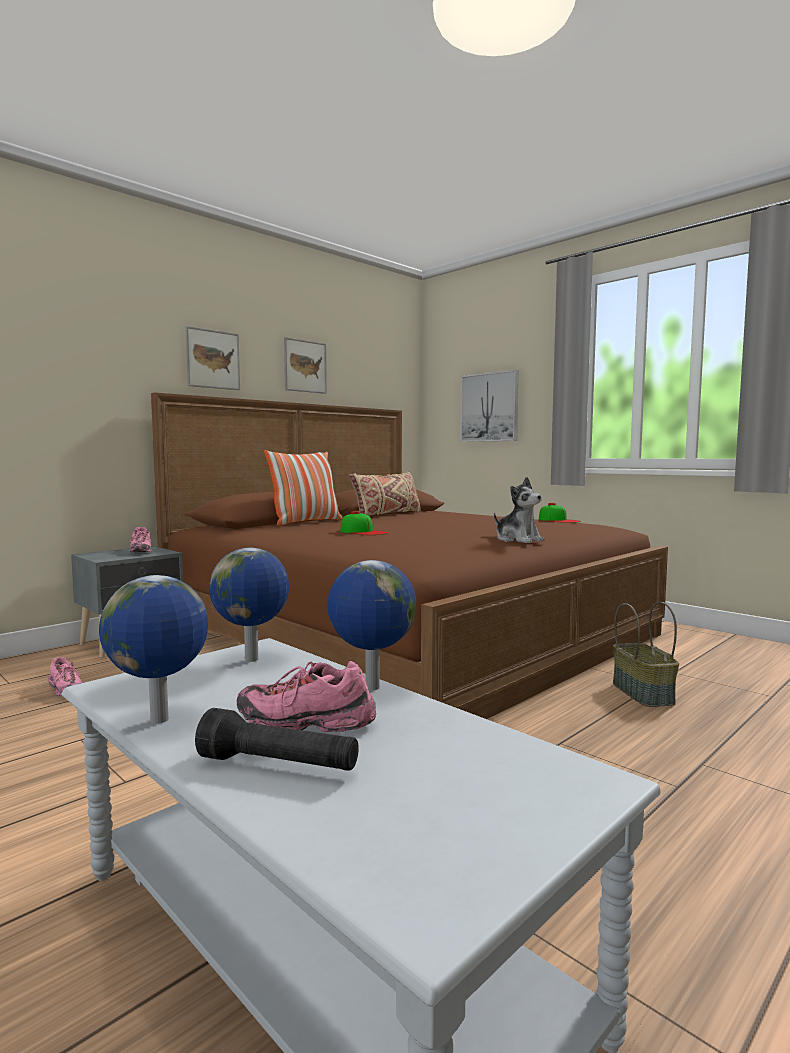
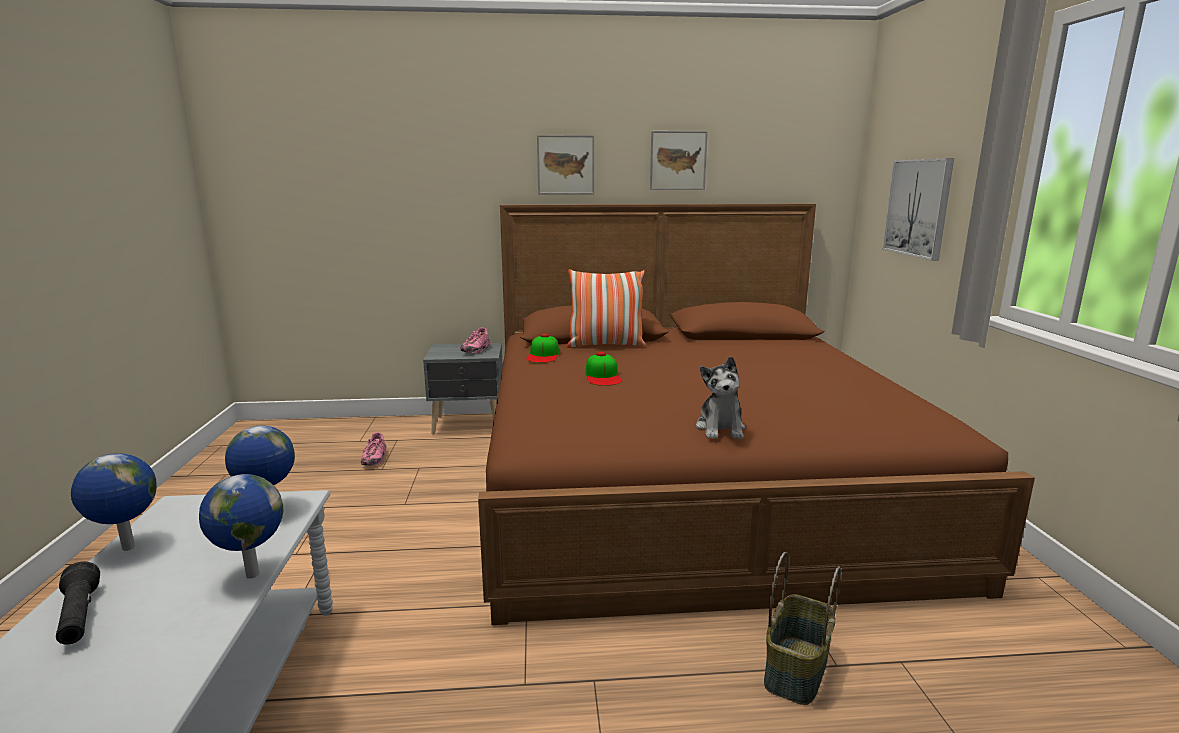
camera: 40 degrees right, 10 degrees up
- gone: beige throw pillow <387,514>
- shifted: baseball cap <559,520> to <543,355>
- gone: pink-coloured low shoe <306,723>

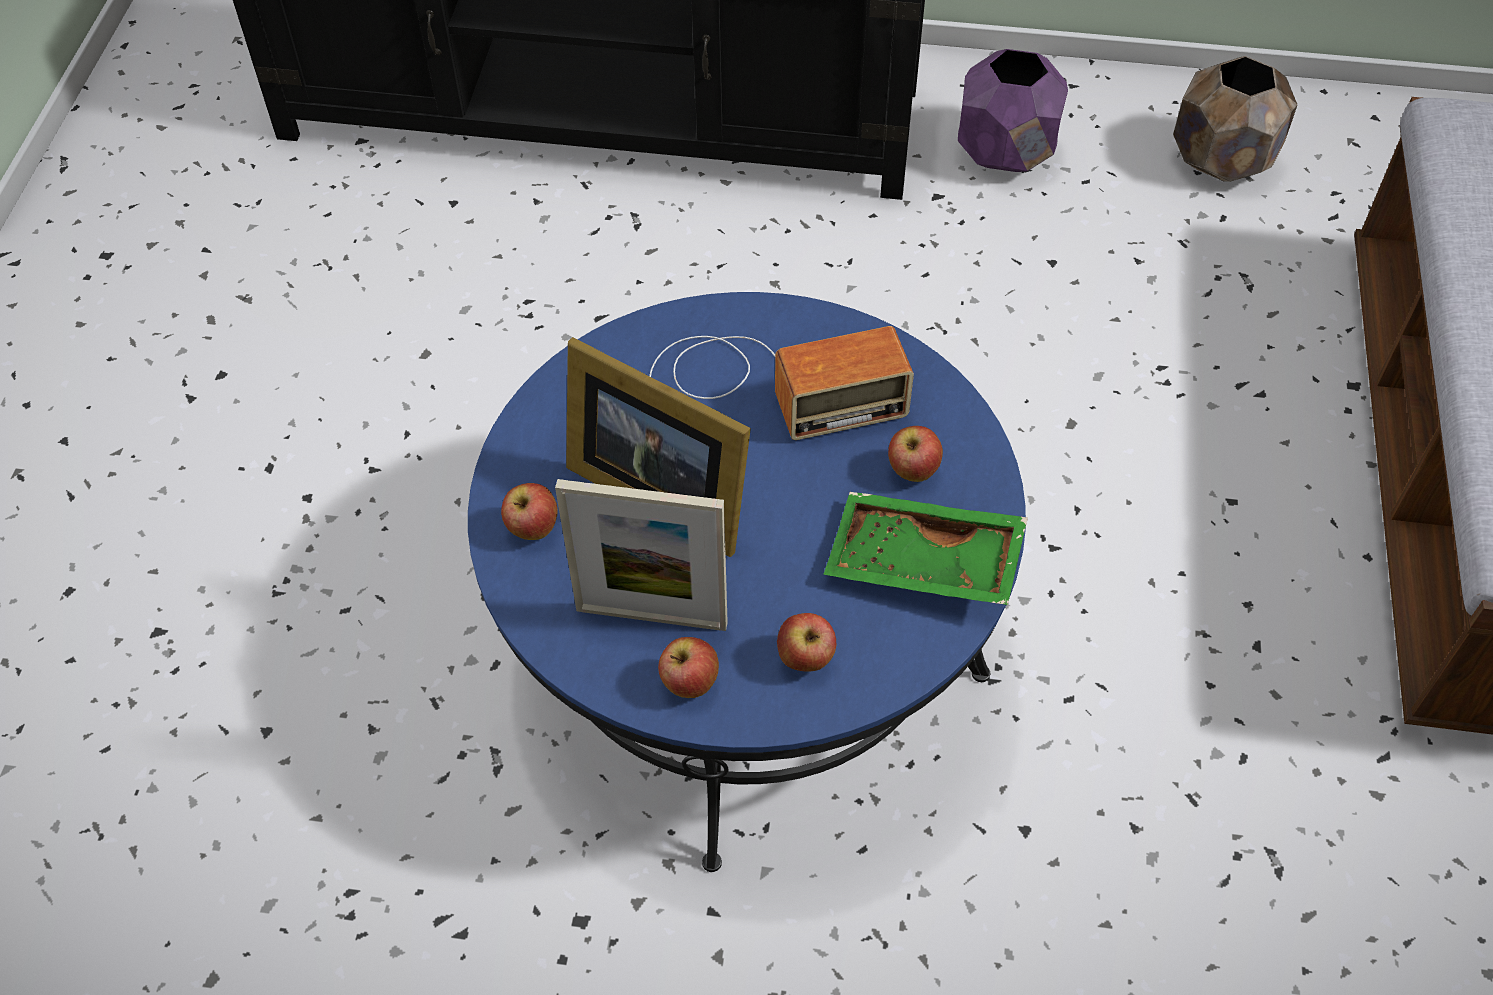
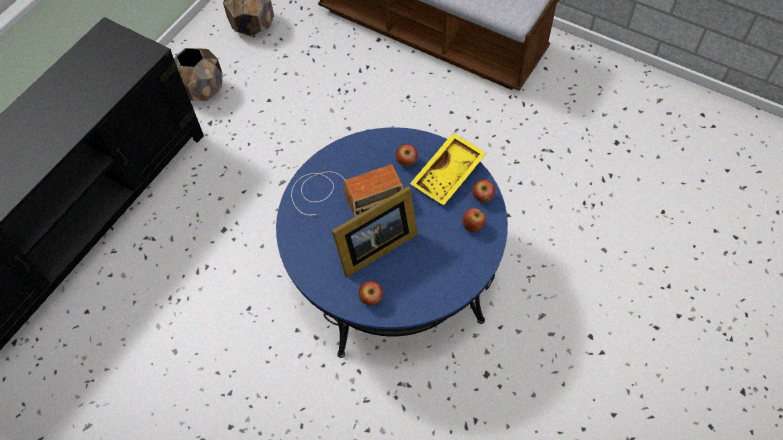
camera: 65 degrees left, 5 degrees up
- repainted: purple-coloured planter <1006,152> to brown planter <202,90>
- rotated: radio <767,387> = <342,193> 60 degrees clockwise
- gone: photo frame <651,617>
- repainted: greenish serving tray <922,565> to yellowish serving tray <449,175>
- shifted: whole apple <689,683> to <482,197>

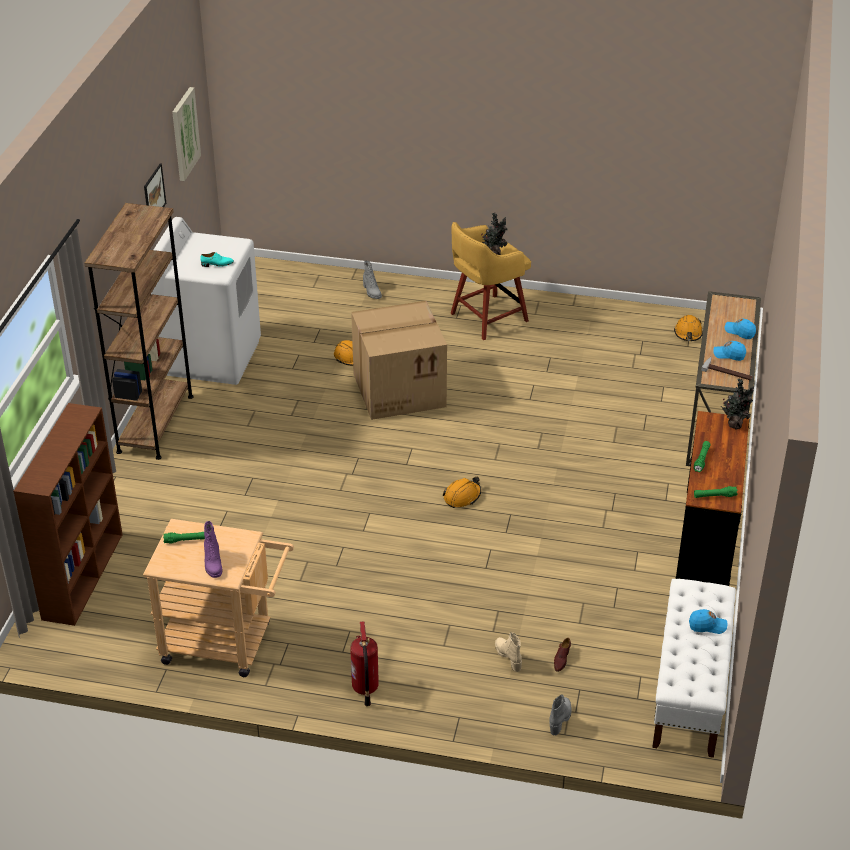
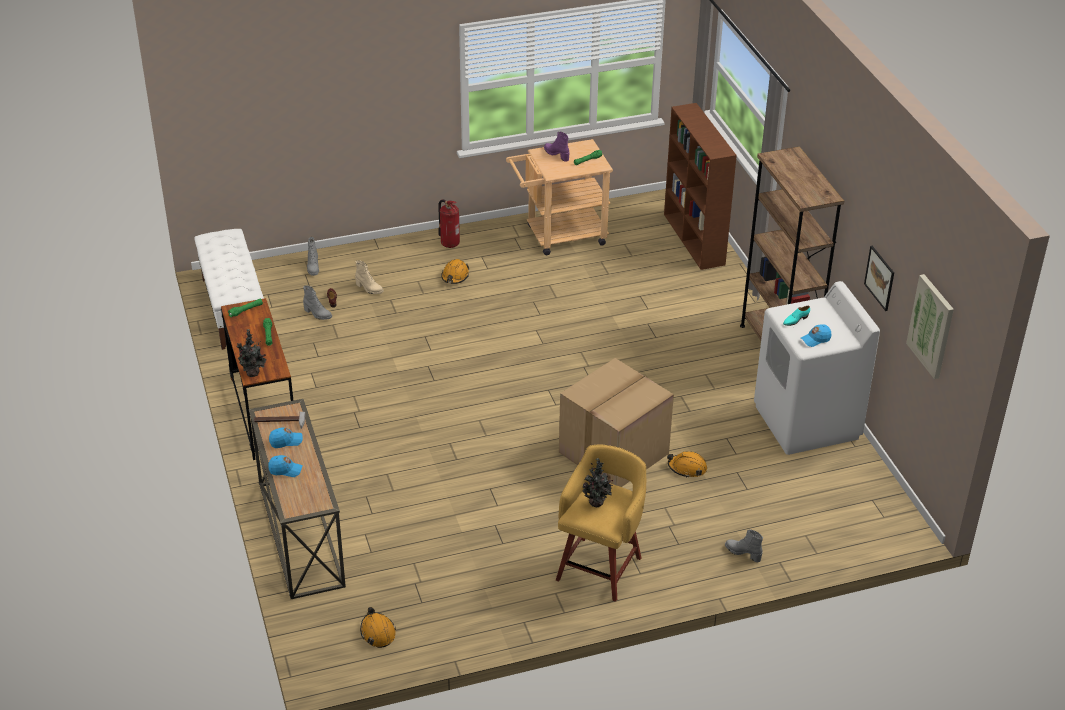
camera: 150 degrees right, 0 degrees up
- shifted: orangey work helmet <462,496> to <455,276>
- shifted: bluish baseball cap <707,625> to <815,339>
- new: grey tall boot <317,314>

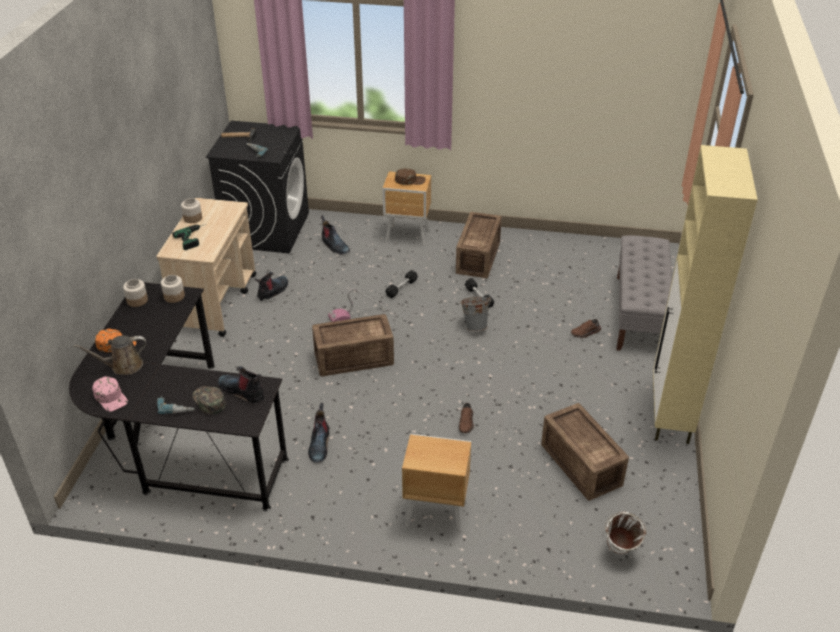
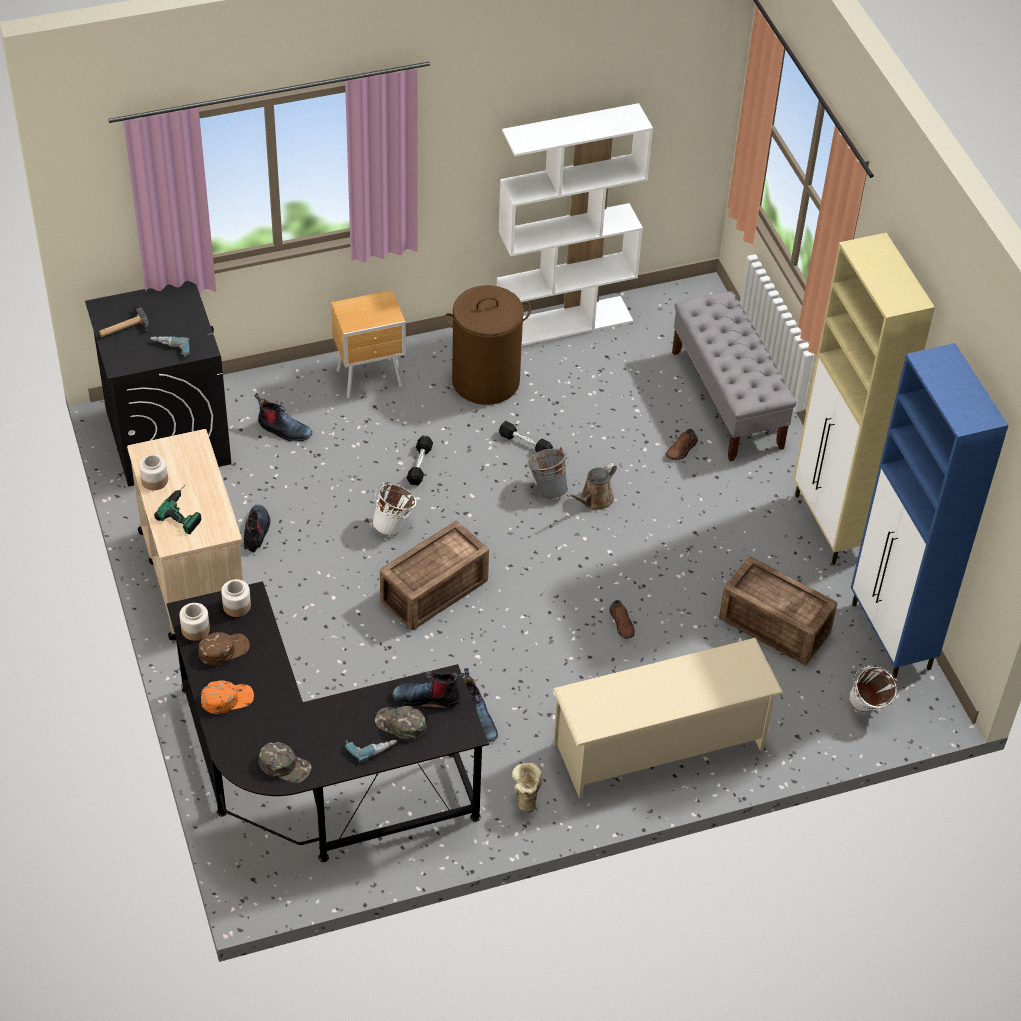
camera: 30 degrees left, 10 degrees up
- shifted: brown baseball cap <410,180> to <223,649>
- swapped: crate <479,257> to brown washing basket <486,381>
- swapped: vacuum <358,315> to whitish bucket <394,526>
- shifted: brown sprinkling can <123,366> to <594,500>
- repainted: pink-coloured baseball cap <111,397> to greenish baseball cap <285,765>
- swapped: brown bedside table <434,514> to beige shoe shelf <659,746>
- new: whitish shelving unit <564,322>
- new: bluish cabinet <891,637>
- new: tall boot <526,793>

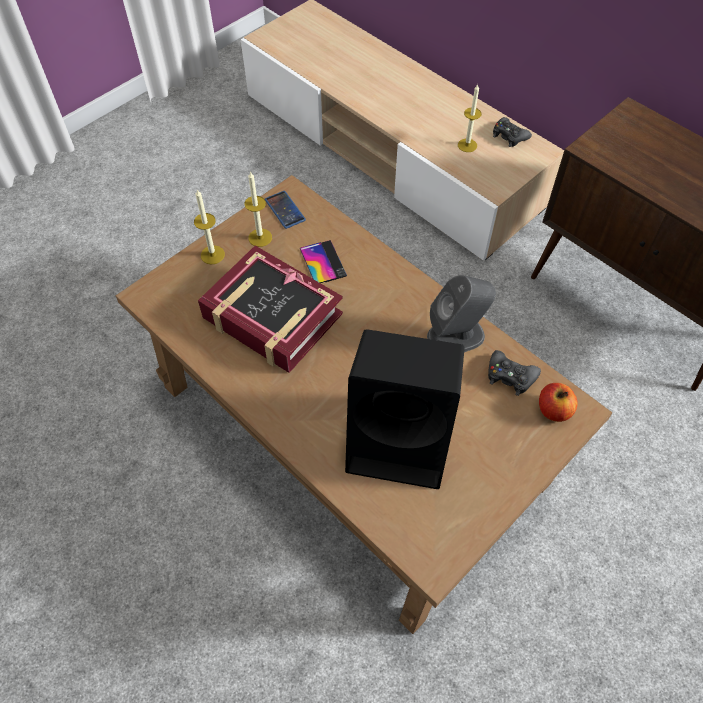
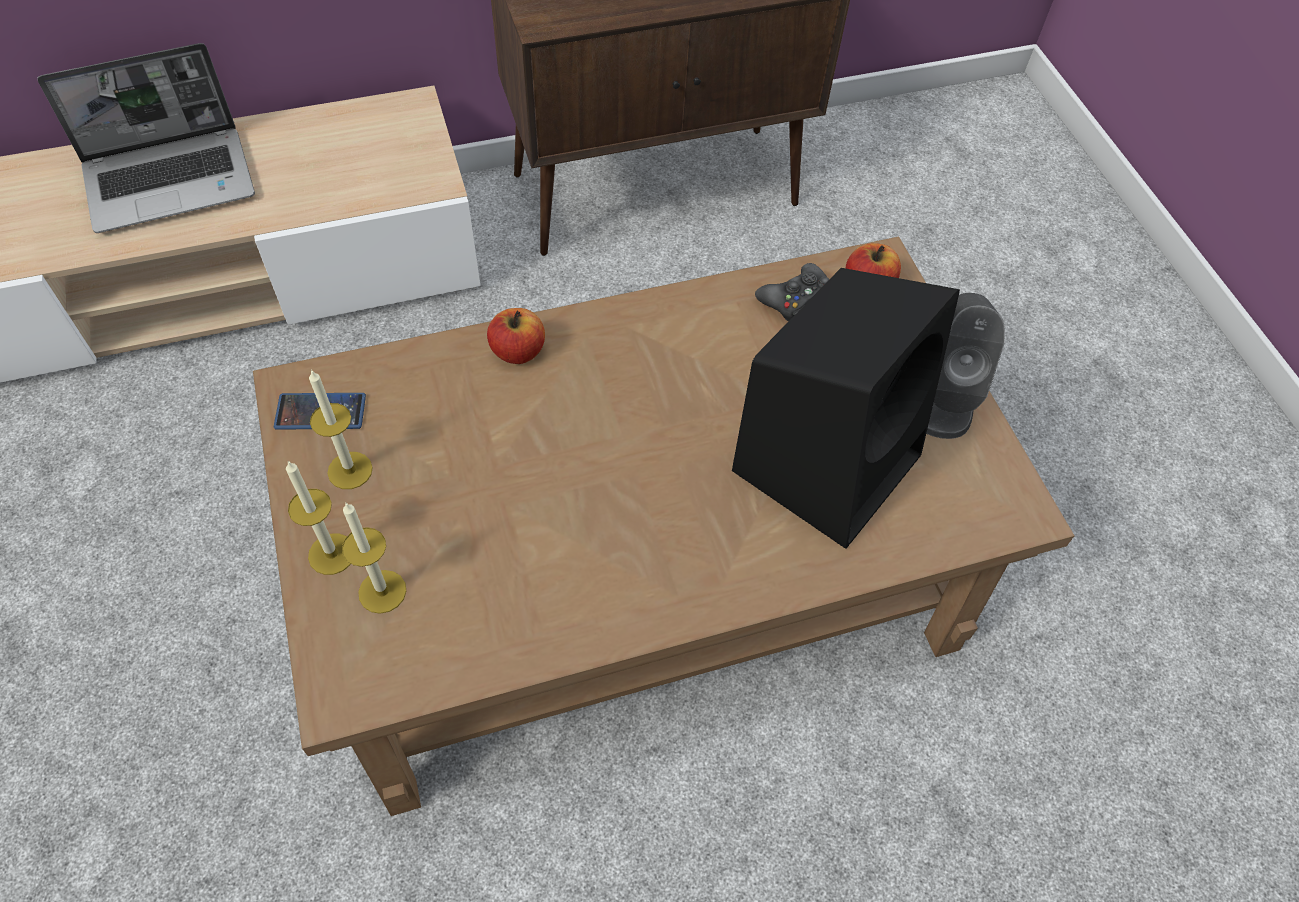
camera: 65 degrees left, 0 degrees up
- shifted: wax candle <467,145> to <382,591>
- gone: black game controller <509,136>
- gone: handset <323,262>
- gone: volume <271,317>
- shifted: grey speaker <456,336> to <941,399>
- new: portable computer <172,180>
- new: whole apple <518,351>

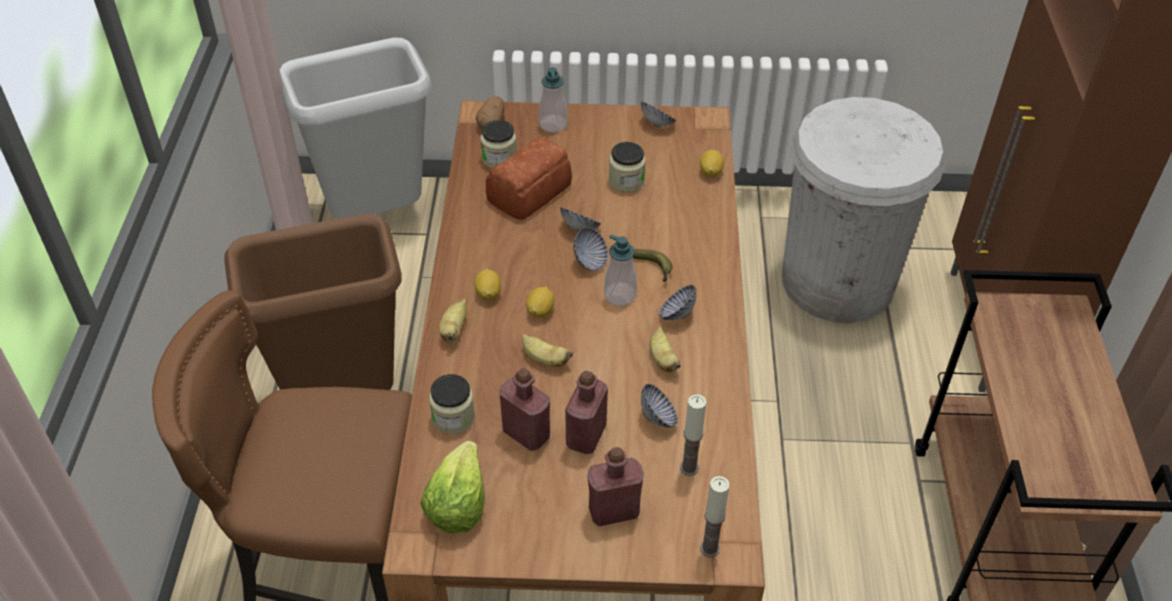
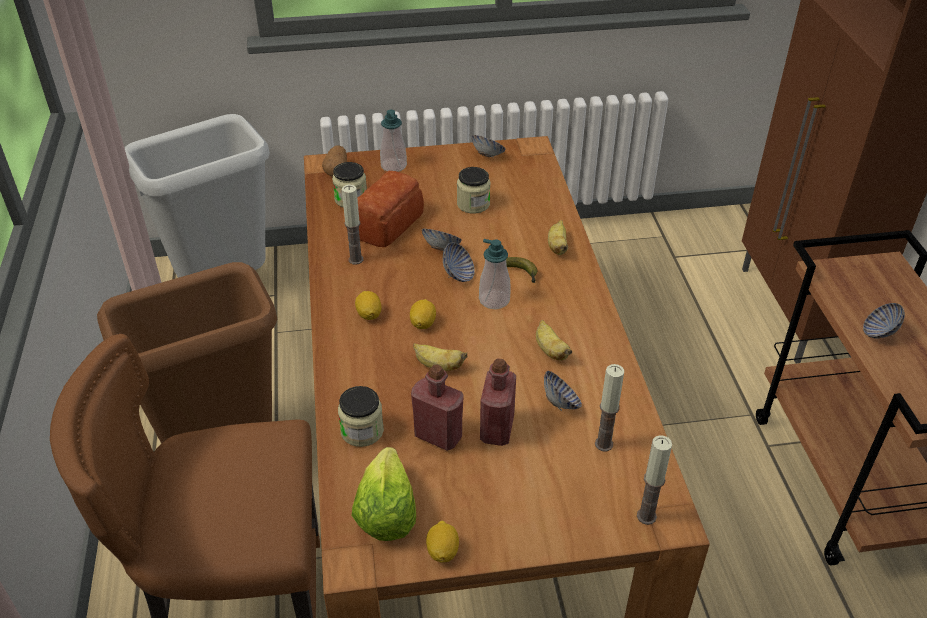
camera: 10 degrees left, 5 degrees down
- gone: whitish rubbish bin <838,281>
- shifted: lemon <710,172> to <442,551>
- shifted: serving bowl <677,314> to <879,332>
- shifted: banana <454,329> to <557,247>
- gone: red drink bottle <614,511>
- new: wax candle <356,259>

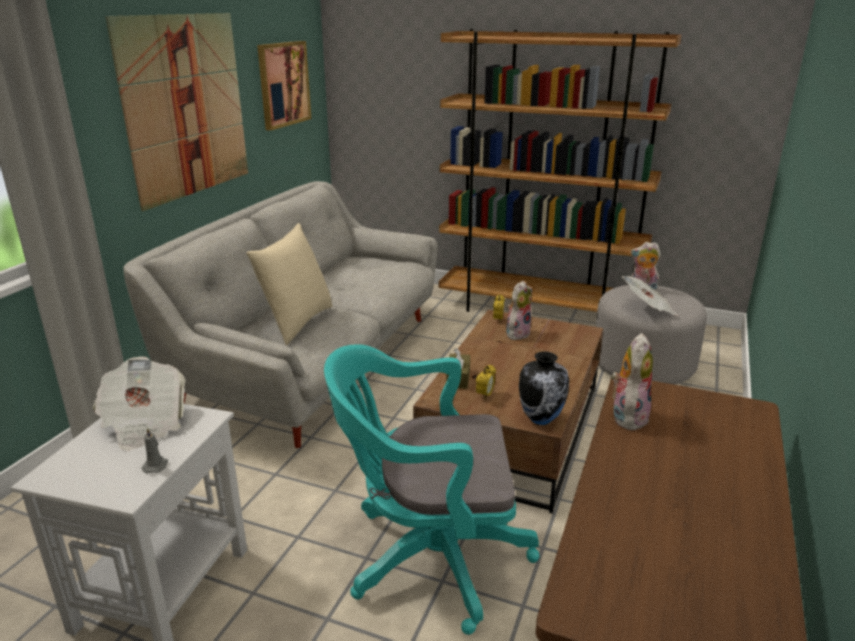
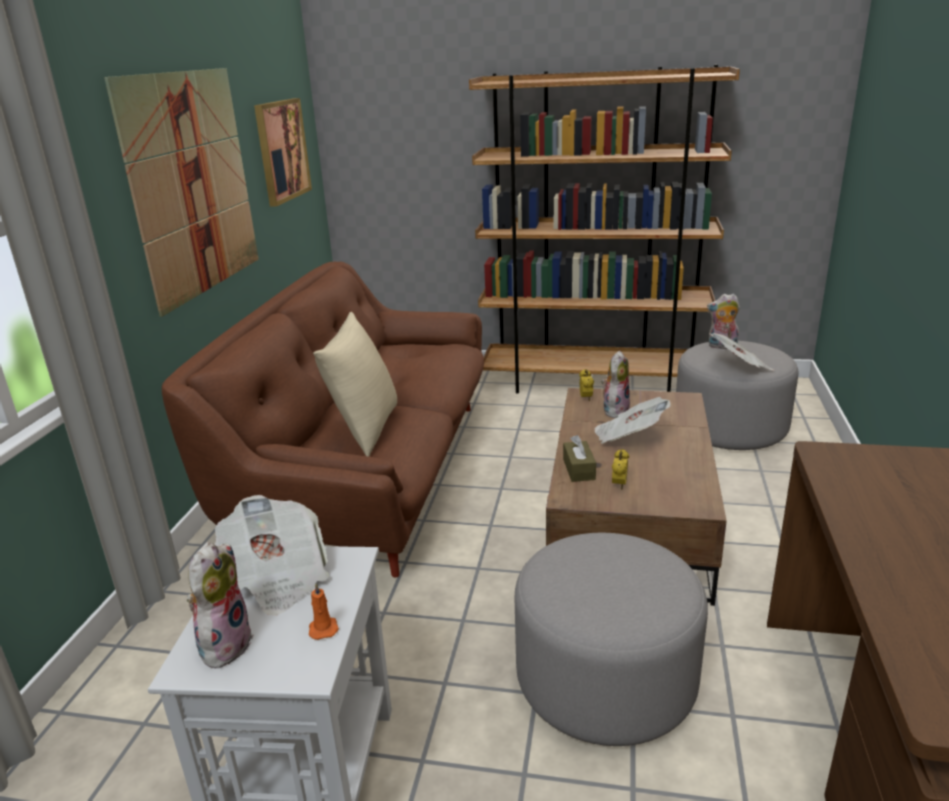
camera: 10 degrees left, 0 degrees up
- repainted: grey settee <315,362> to brown settee <370,473>
- shifted: cuddly toy <627,416> to <224,644>
- swapped: turquoise computer chair <428,557> to grey footrest <605,680>
- gone: flower vase <541,419>
- repainted: grey wax candle <156,465> to orangey wax candle <323,628>
- new: newspaper <628,437>

